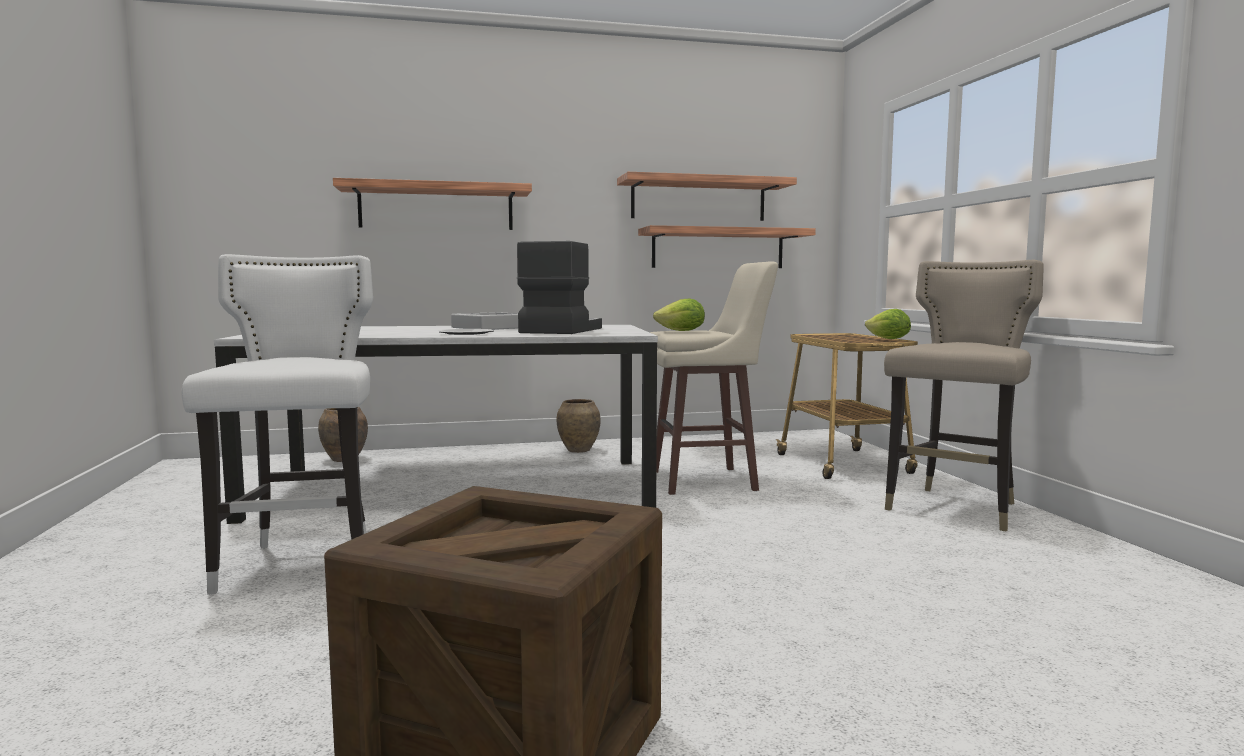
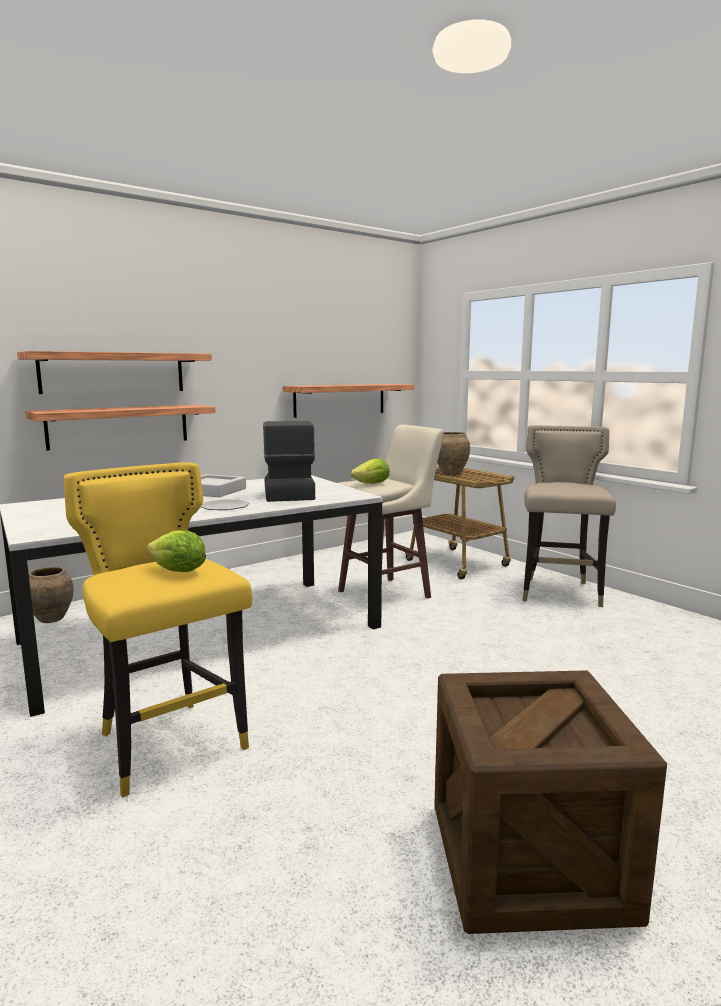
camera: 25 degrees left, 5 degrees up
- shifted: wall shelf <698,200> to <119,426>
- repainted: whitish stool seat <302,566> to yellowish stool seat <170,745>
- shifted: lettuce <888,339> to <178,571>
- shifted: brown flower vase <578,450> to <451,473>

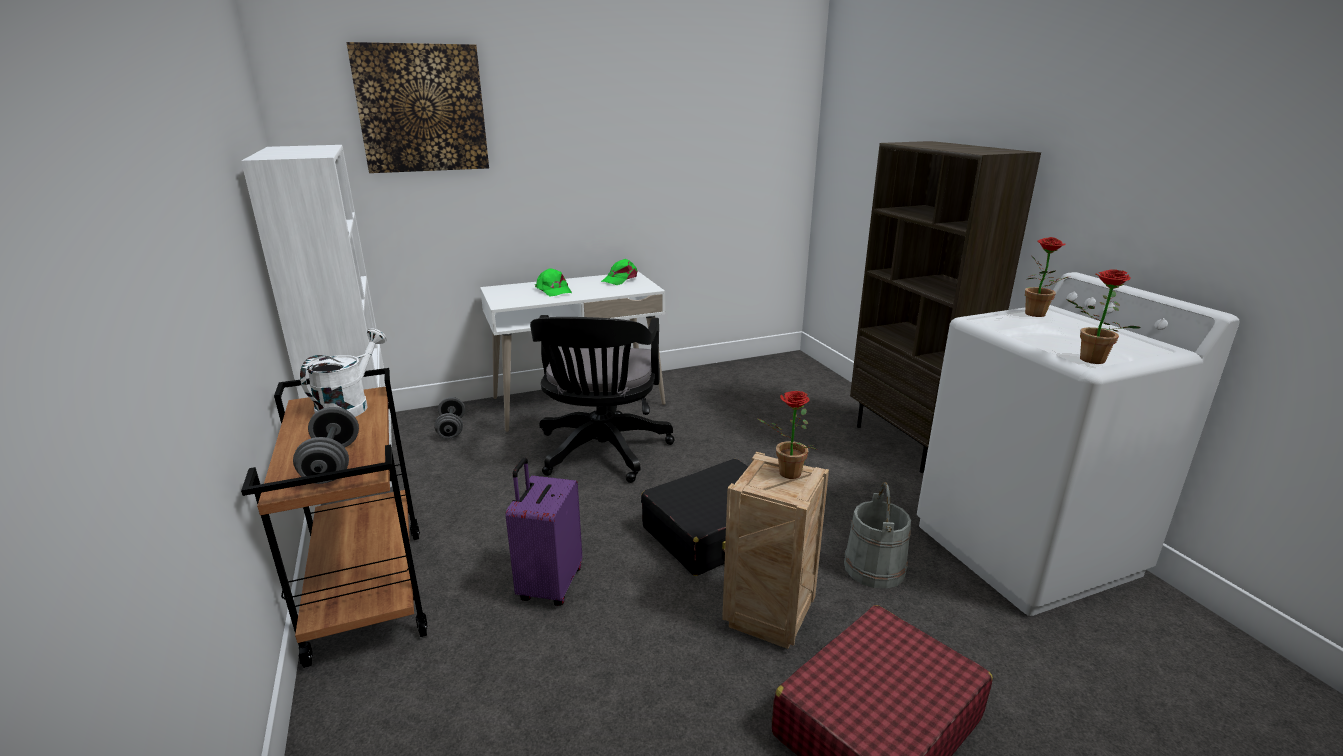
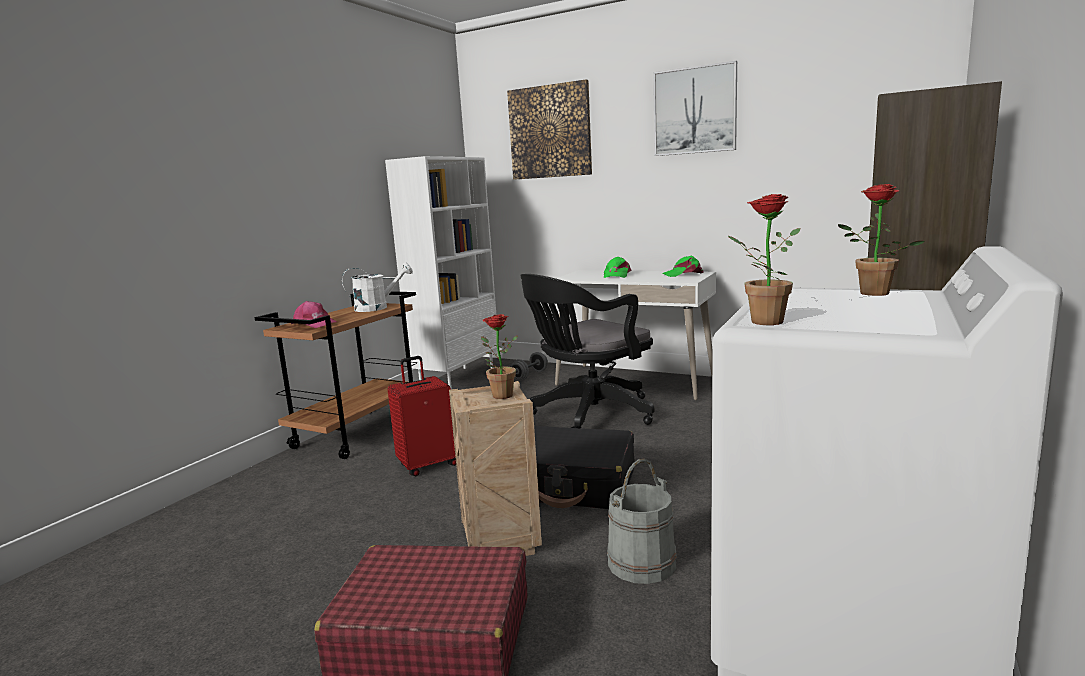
camera: 50 degrees right, 10 degrees down
- swapped: grey dumbbell <332,464> to pink-coloured baseball cap <315,324>
- repainted: purple-coloured suitcase <549,585> to red suitcase <427,465>
- new: picture <695,110>

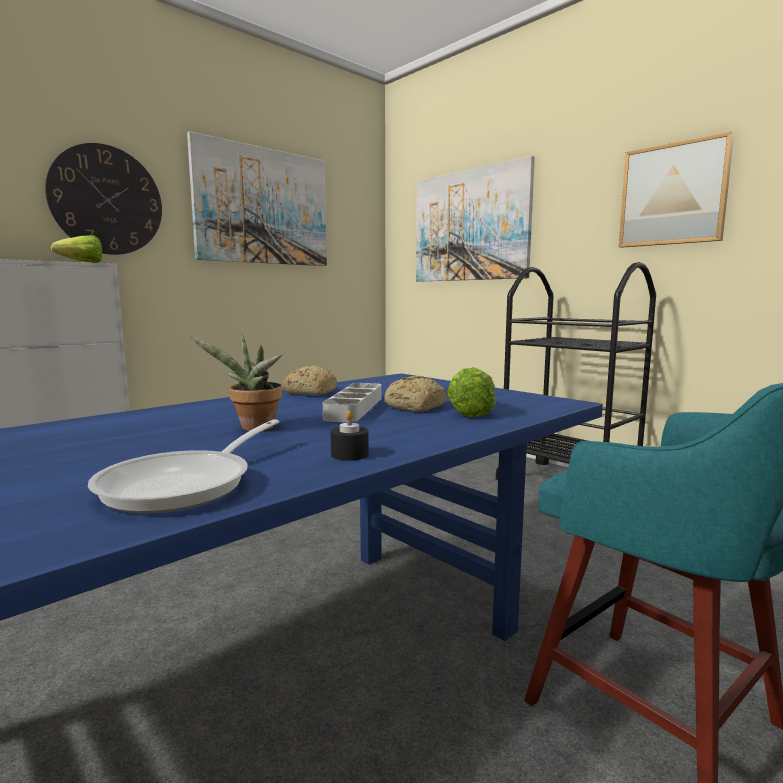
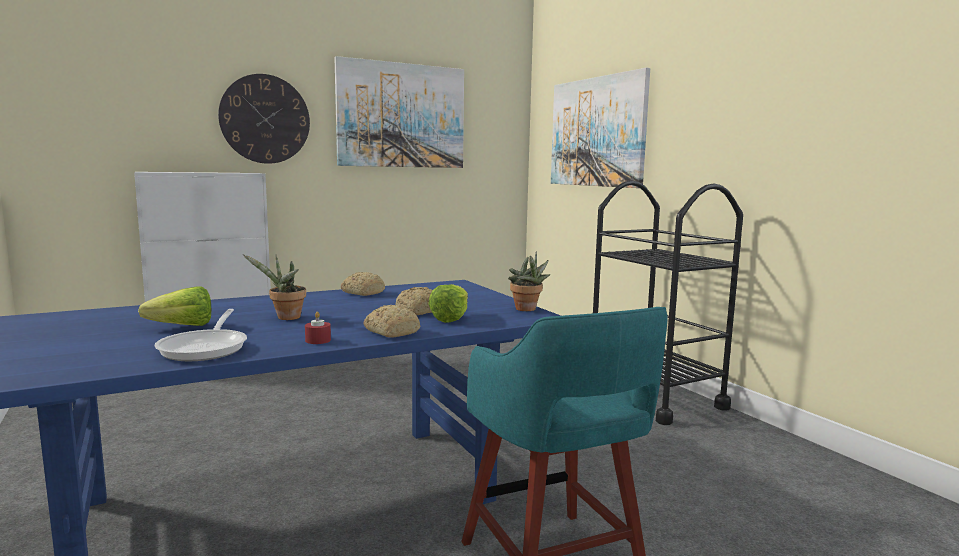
camera: 15 degrees right, 0 degrees up
- gone: picture <673,194>
- shifted: lettuce <78,262> to <177,327>
- gone: grey serving tray <354,408>
- repainted: black wax candle <349,454> to red wax candle <318,340>
- rotated: frying pan <187,484> = <206,348> 45 degrees counterclockwise
- new: plant in a pot <527,310>
- new: baked bread <392,332>

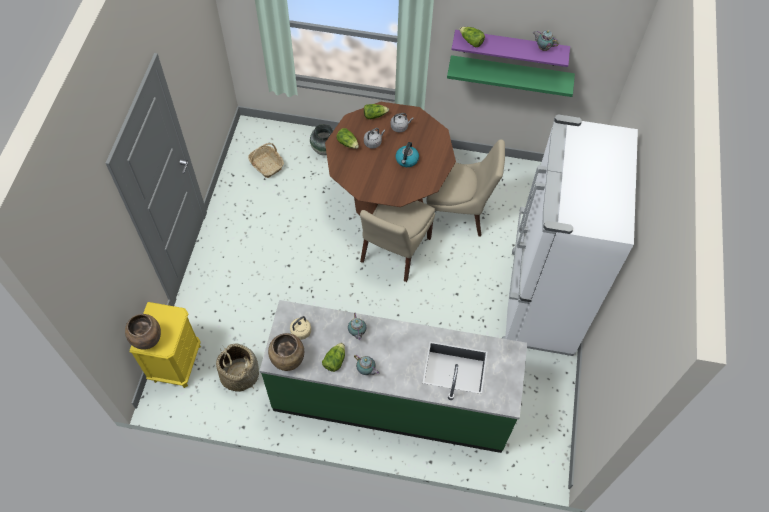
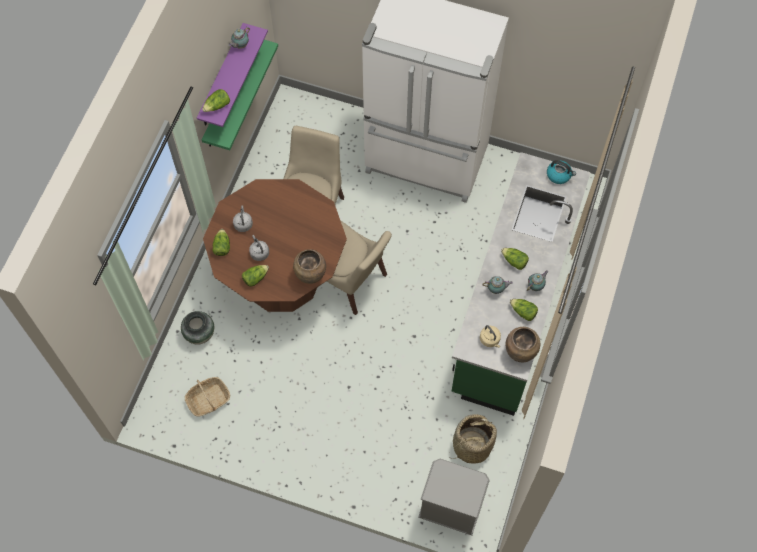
camera: 80 degrees left, 5 degrees up
- shifted: water kettle <407,160> to <559,175>
- repainted: yellowish bedside table <176,362> to grey bedside table <450,509>
- shifted: brown flower vase <148,340> to <310,275>
- new: lettuce <514,261>

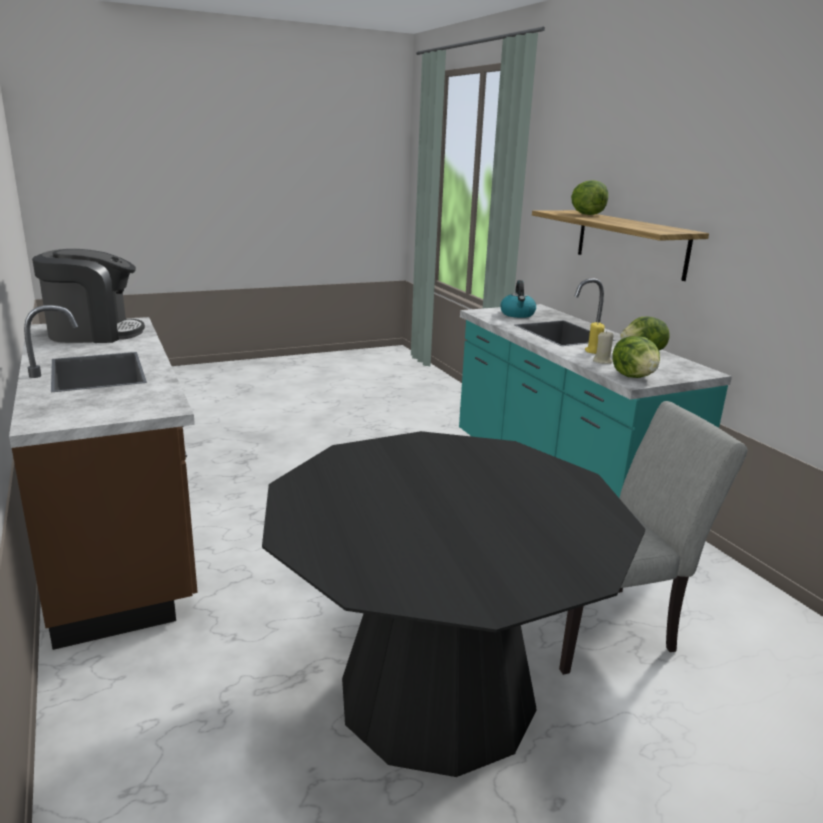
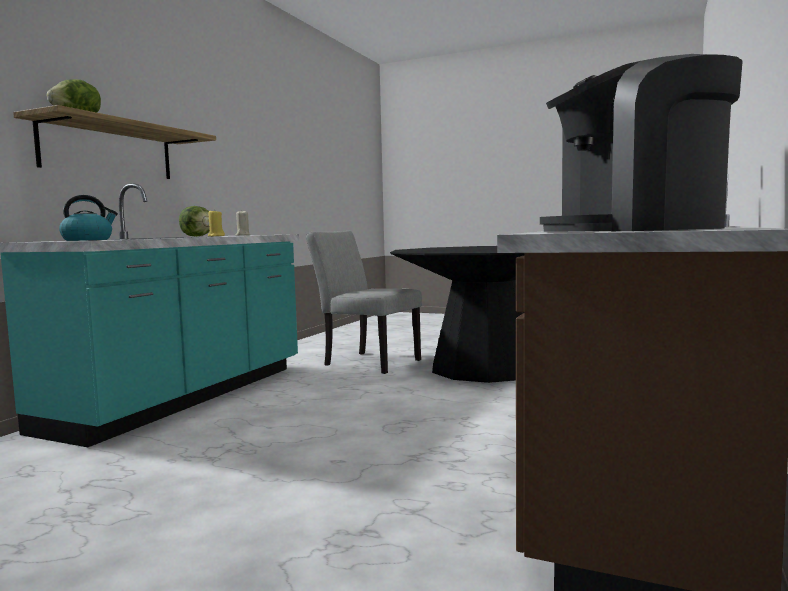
camera: 130 degrees left, 15 degrees down
- rotated: coffee brewer <94,333> = <634,230> 45 degrees counterclockwise
- gone: lettuce <634,376>

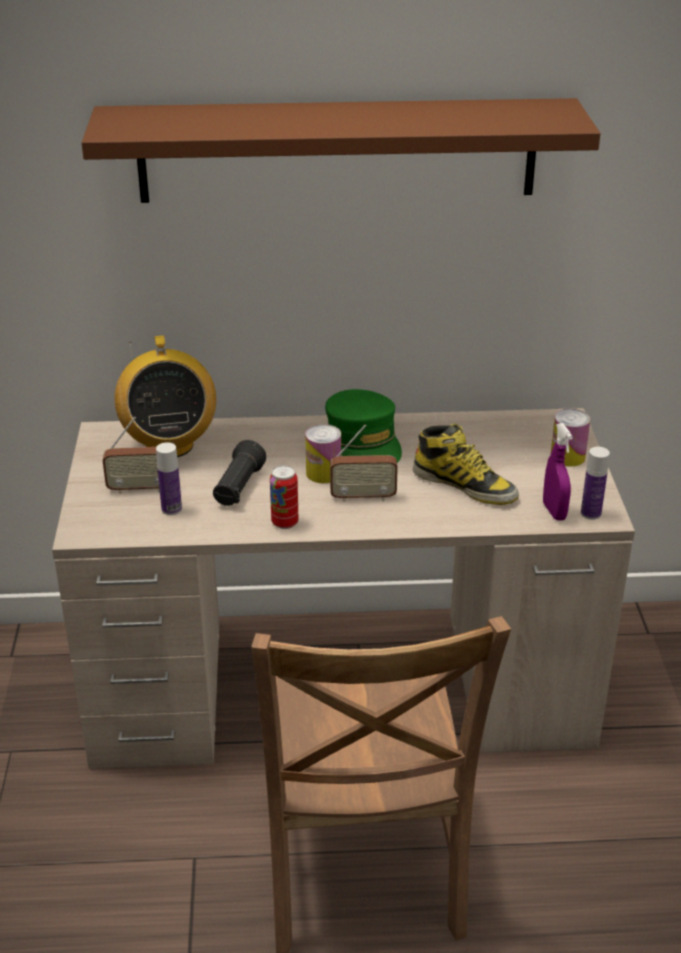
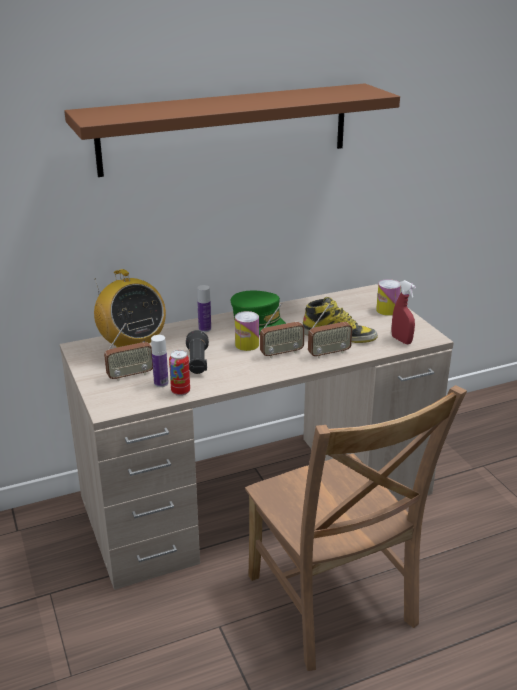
camera: 20 degrees left, 5 degrees down
- repainted: purple-coloured spray bottle <554,511> to red spray bottle <401,340>
- shifted: drink bottle <590,513> to <204,329>
- shifted: metal can <285,523> to <180,391>
- new: radio <329,353>

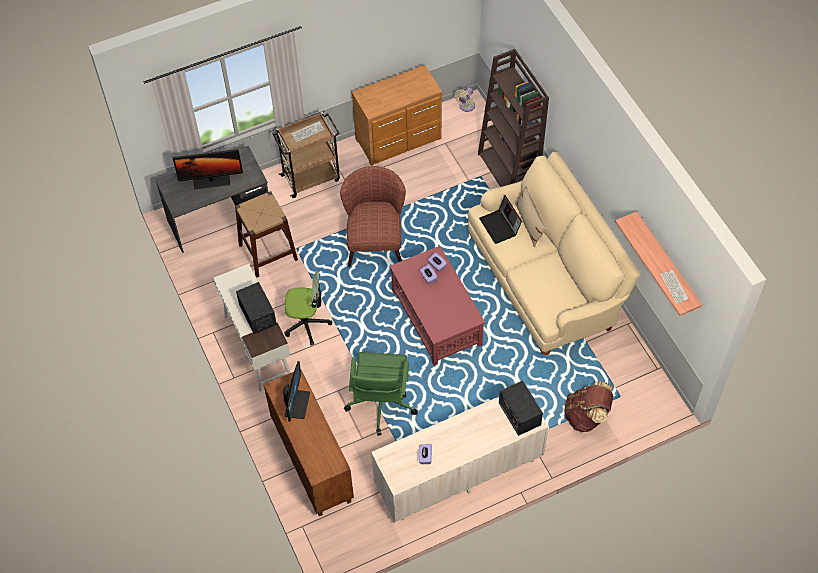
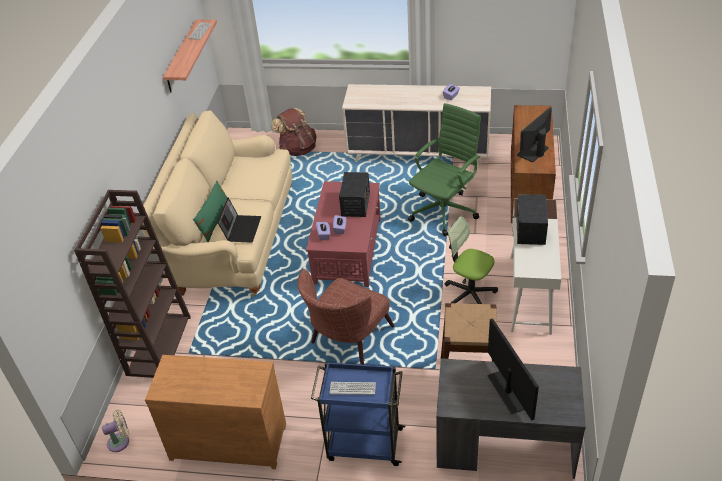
camera: 145 degrees left, 15 degrees down
- repainted: brown wheeled cart <311,177> to bluish wheeled cart <363,444>
- rotated: computer screen <211,180> = <509,391> 45 degrees clockwise
- repainted: beige throw pillow <529,224> to greenish throw pillow <215,222>
- shifted: radio <519,413> to <355,204>

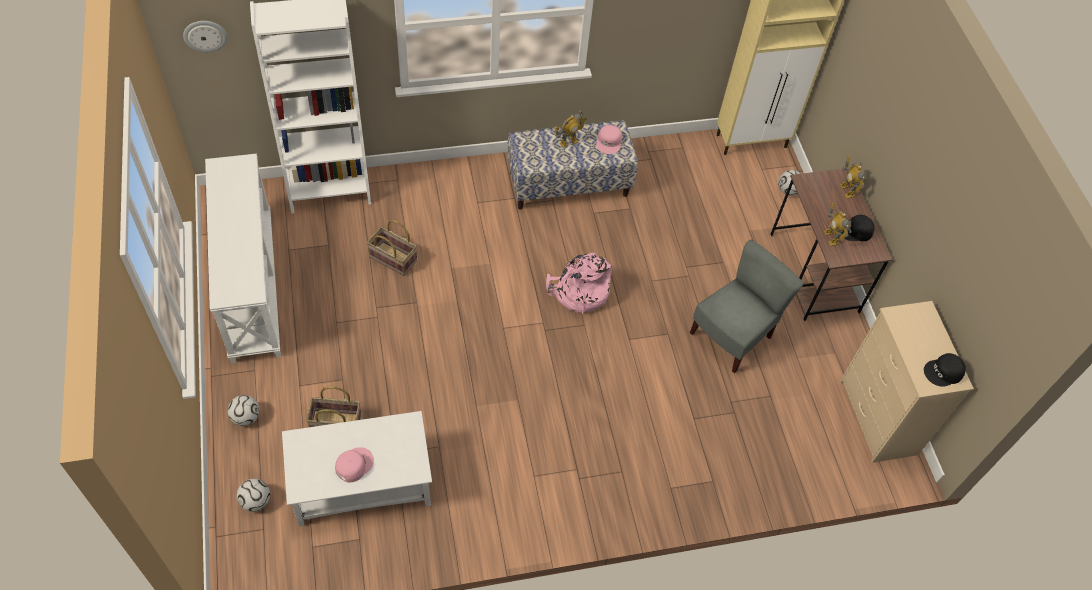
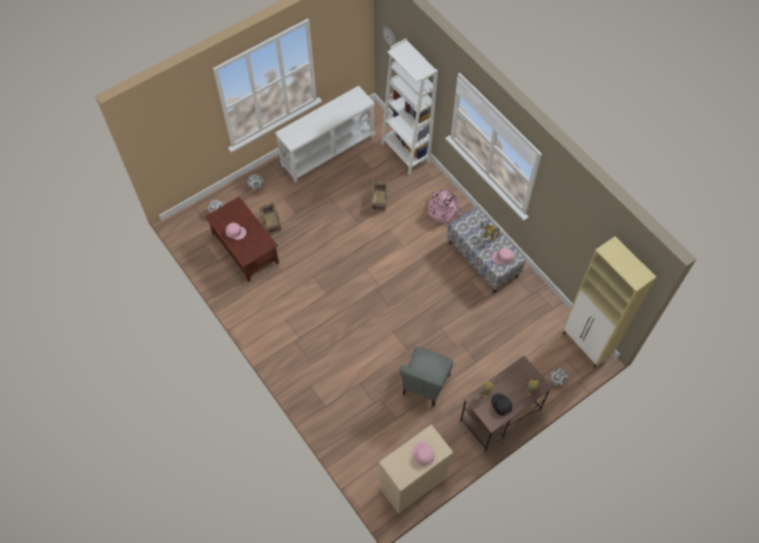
camera: 70 degrees right, 5 degrees up
- rotated: grey upright chair <732,336> = <425,384> 90 degrees clockwise
- shifted: pink-coloured knapsack <578,292> to <442,209>
- gone: black baseball cap <943,372>
- repainted: whitish coffee table <363,483> to brown coffee table <246,249>
- new: pink-coloured baseball cap <422,454>

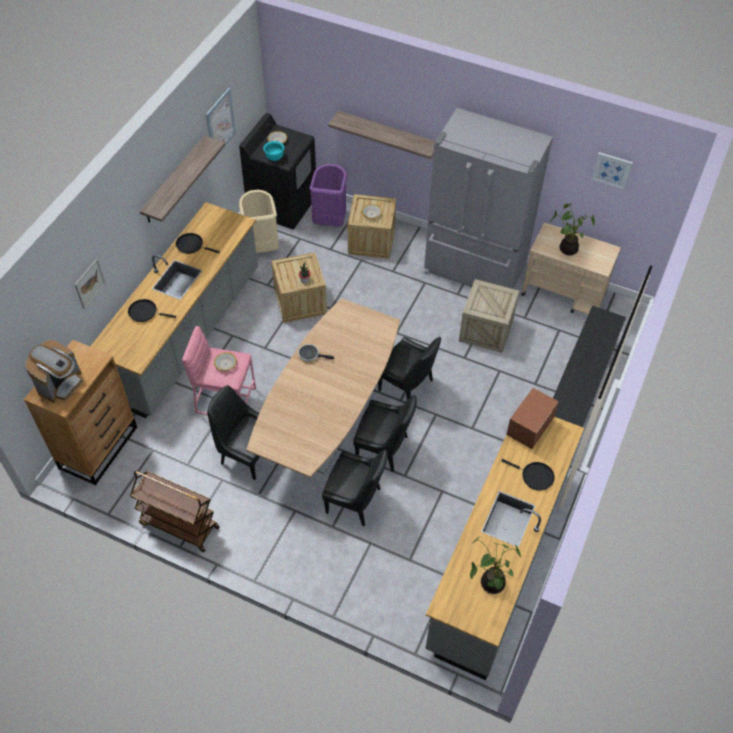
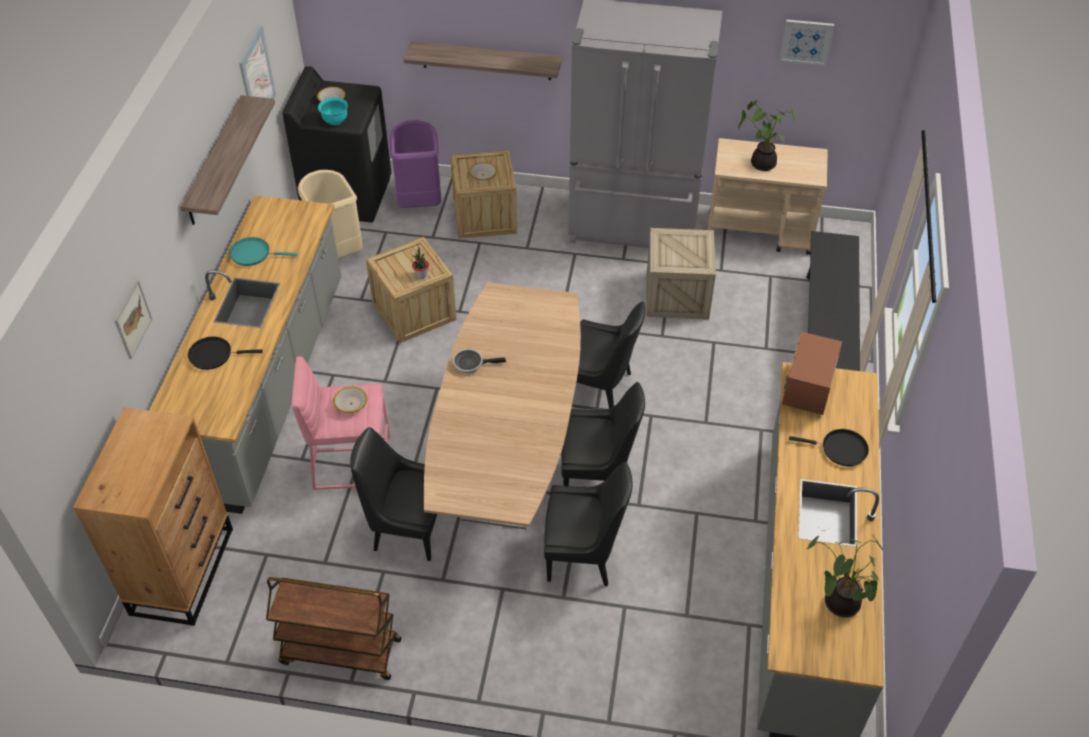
camera: 15 degrees left, 5 degrees down
- repainted: black frying pan <192,245> to turquoise frying pan <253,254>
- gone: coffee brewer <60,384>

